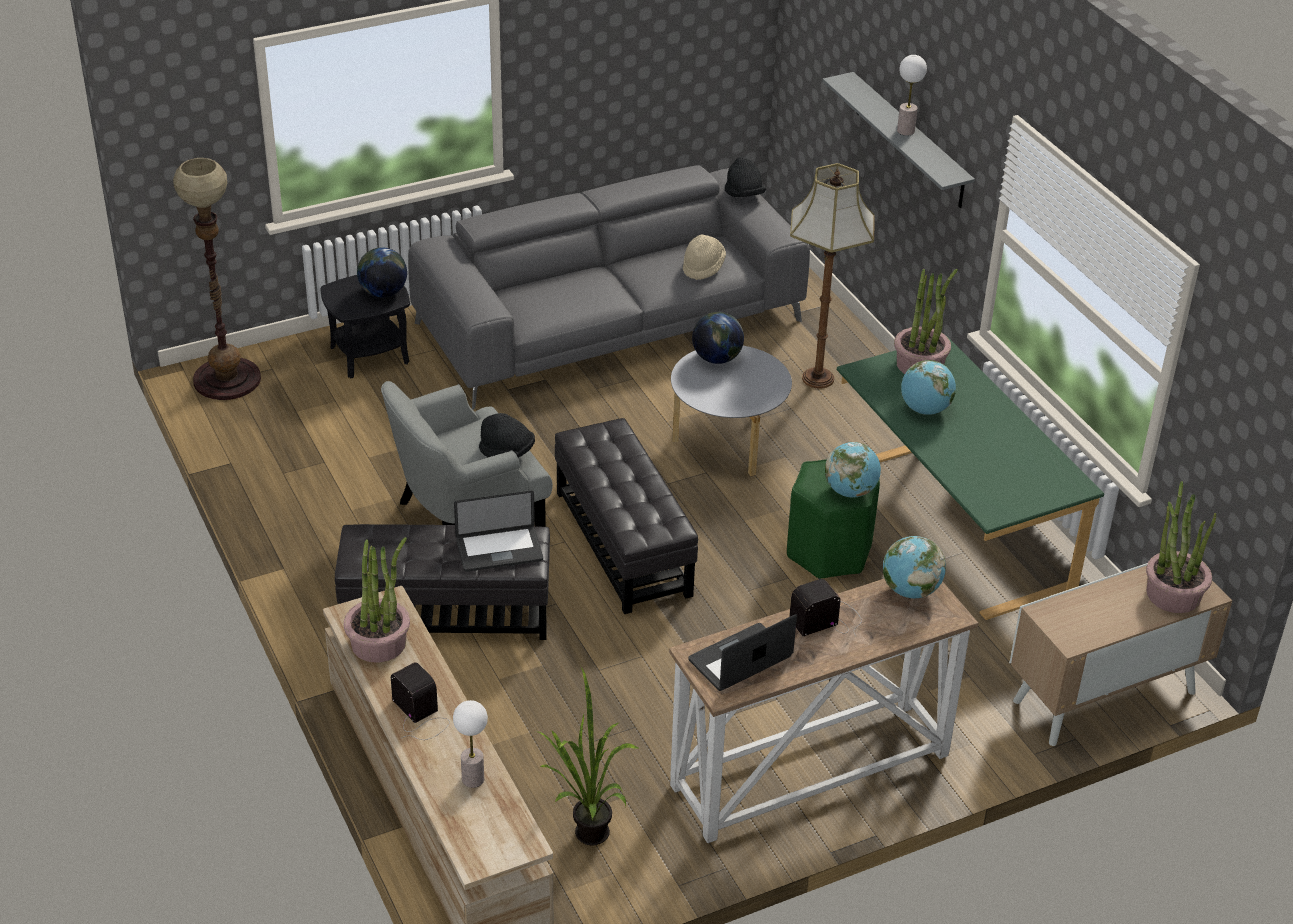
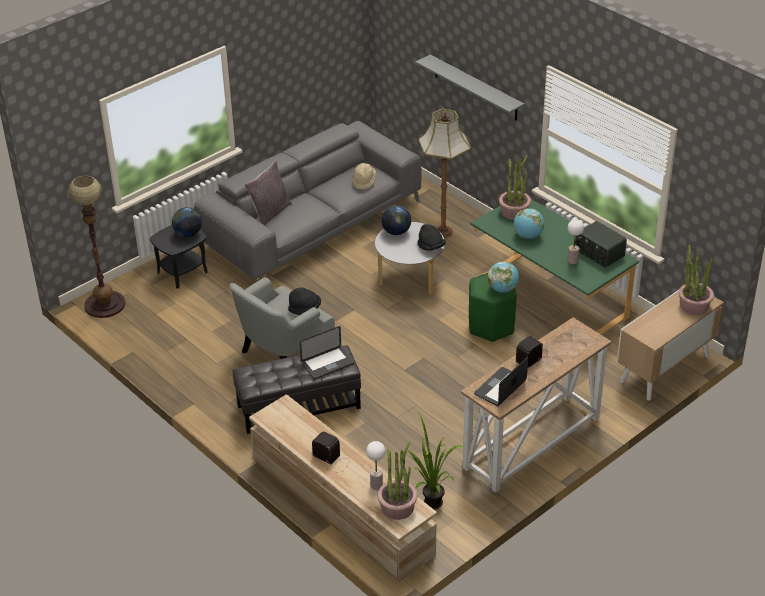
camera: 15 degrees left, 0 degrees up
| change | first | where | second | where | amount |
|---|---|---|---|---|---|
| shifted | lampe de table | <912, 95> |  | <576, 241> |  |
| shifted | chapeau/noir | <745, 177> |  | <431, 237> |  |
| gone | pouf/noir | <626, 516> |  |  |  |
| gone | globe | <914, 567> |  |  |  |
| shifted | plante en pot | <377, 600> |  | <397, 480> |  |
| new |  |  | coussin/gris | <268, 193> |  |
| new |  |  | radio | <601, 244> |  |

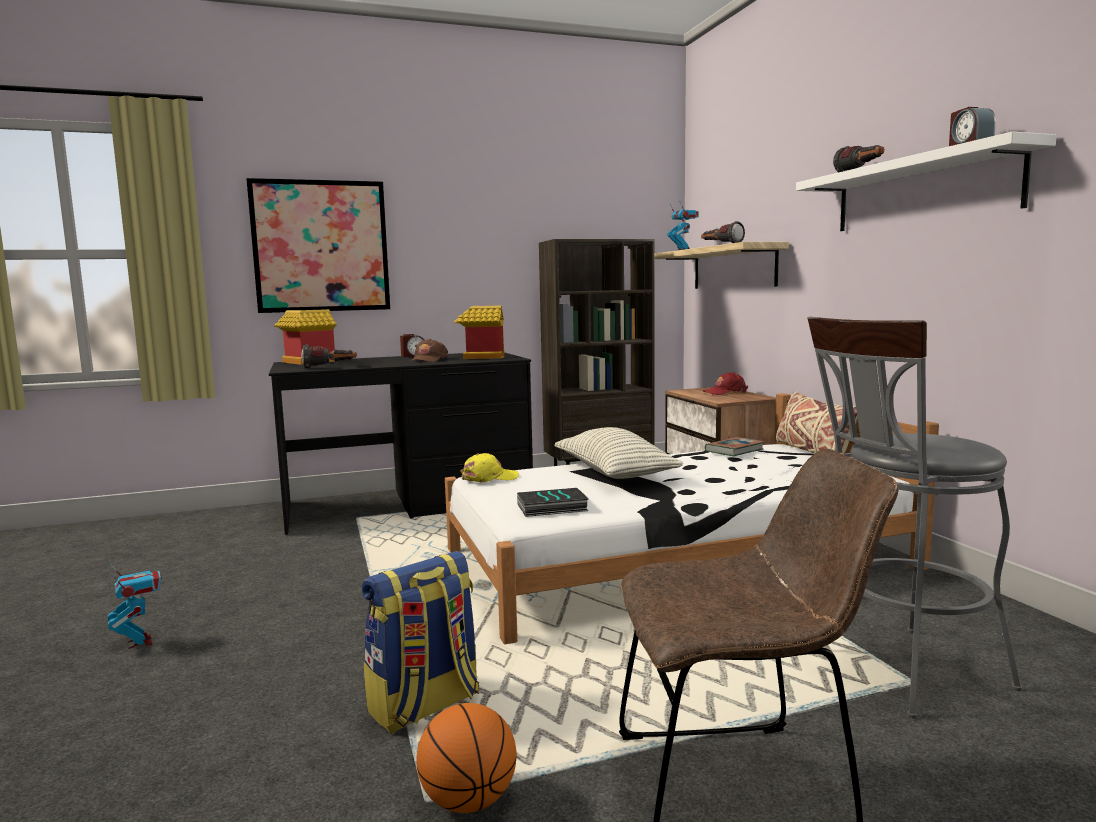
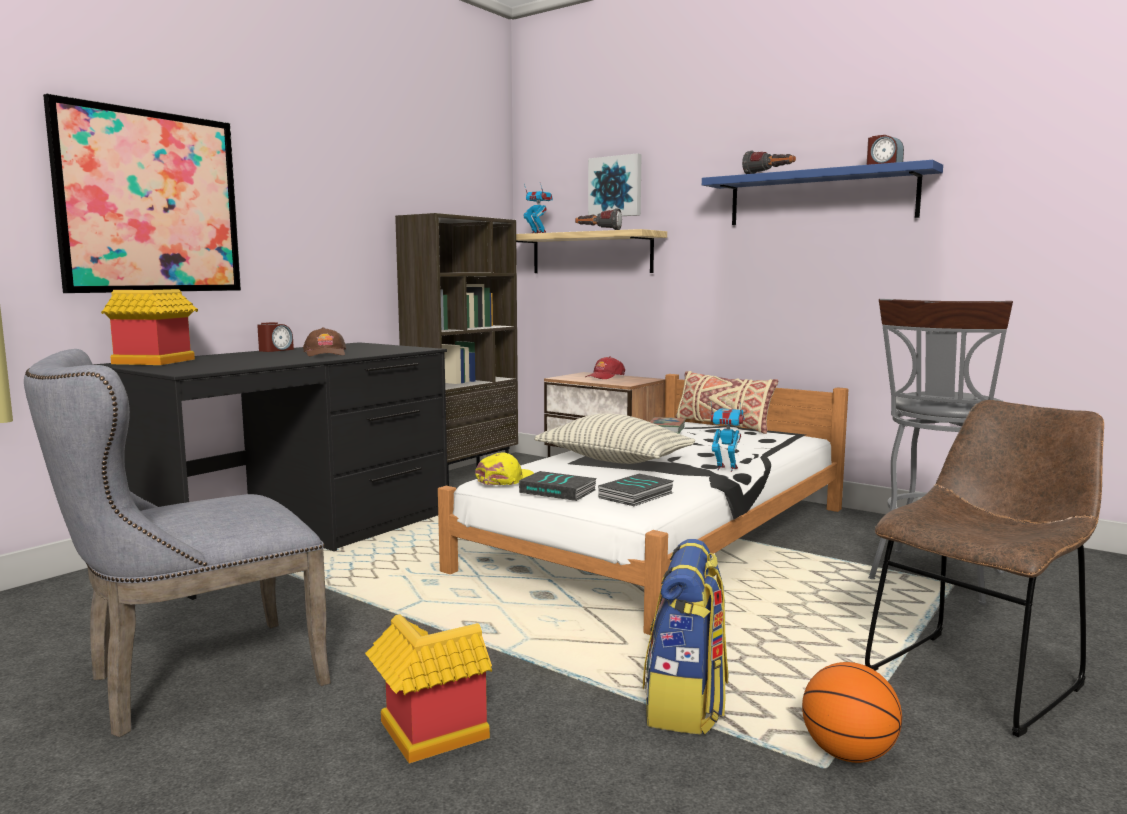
camera: 35 degrees left, 0 degrees up
| change | first | where | second | where | amount |
|---|---|---|---|---|---|
| repainted | étagère/blanc | <926, 181> | étagère/bleu | <822, 192> |  |
| shifted | maison miniature | <479, 332> |  | <428, 689> |  |
| gone | lampe de poche | <329, 356> |  |  |  |
| shifted | robot jouet | <134, 606> |  | <728, 437> |  |
| new |  |  | tableau | <615, 184> |  |
| new |  |  | chaise/gris | <177, 543> |  |
| new |  |  | livre | <558, 486> |  |

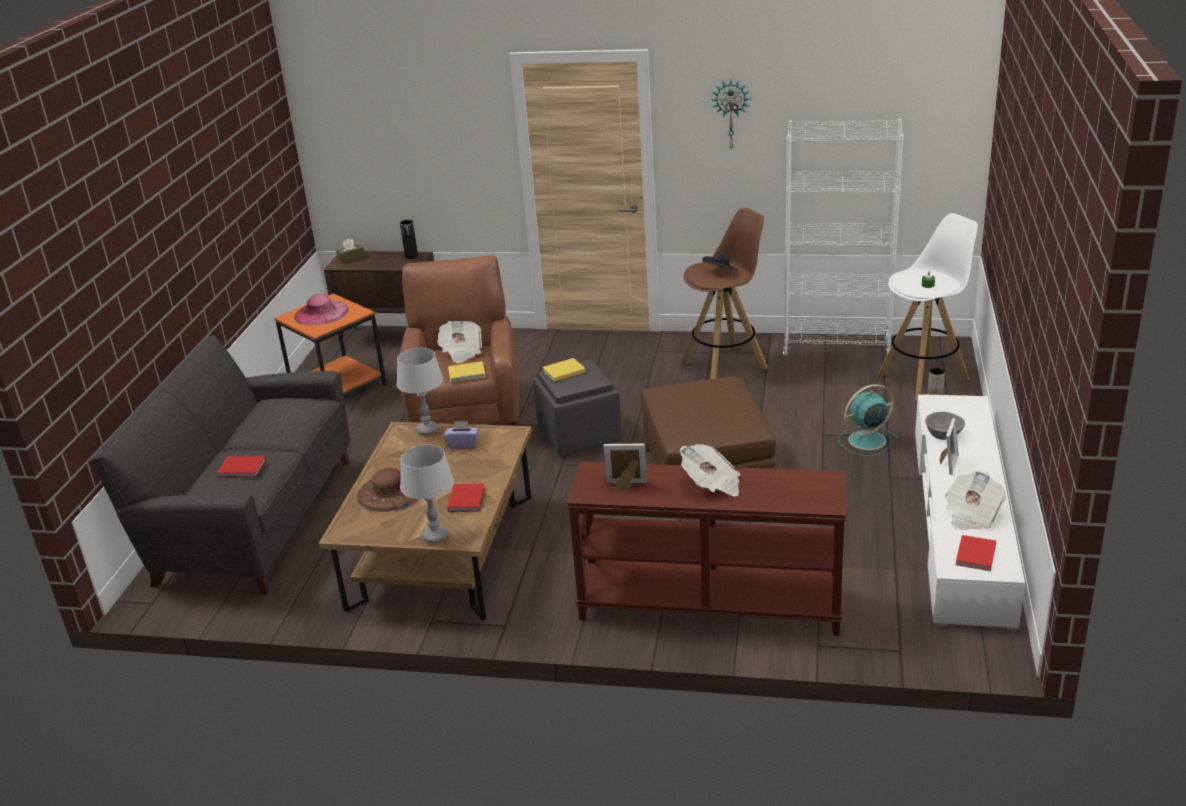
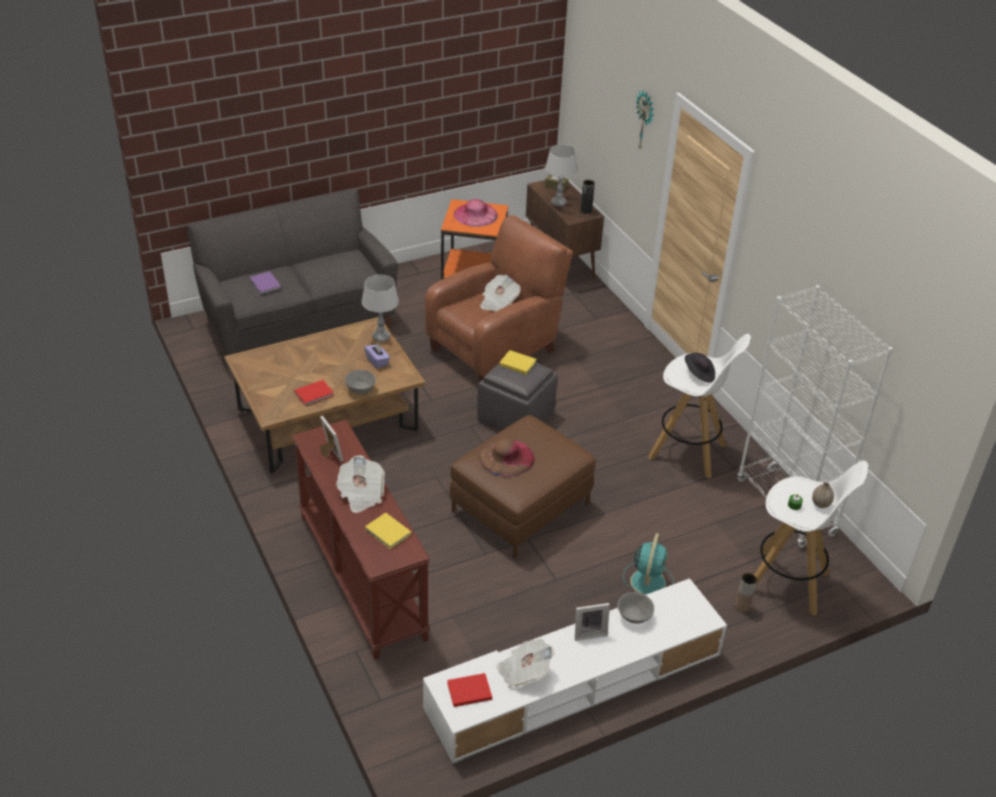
camera: 50 degrees right, 10 degrees up
| change | first | where | second | where | amount |
|---|---|---|---|---|---|
| shifted | horloge murale | <730, 115> |  | <644, 120> |  |
| repainted | tabouret/marron | <724, 293> | tabouret/blanc | <699, 406> |  |
| shifted | livre/jaune | <467, 371> |  | <388, 531> |  |
| rotated | ventilateur/turquoise | <868, 420> |  | <648, 564> | 75 degrees clockwise |
| shifted | lampe de table/gris | <427, 493> |  | <561, 175> |  |
| repainted | livre/rouge | <241, 466> | livre/violet | <265, 282> |  |
| shifted | chapeau/marron | <388, 490> |  | <507, 457> |  |
| new |  |  | bol/gris | <360, 382> |  |
| new |  |  | vase | <823, 495> |  |

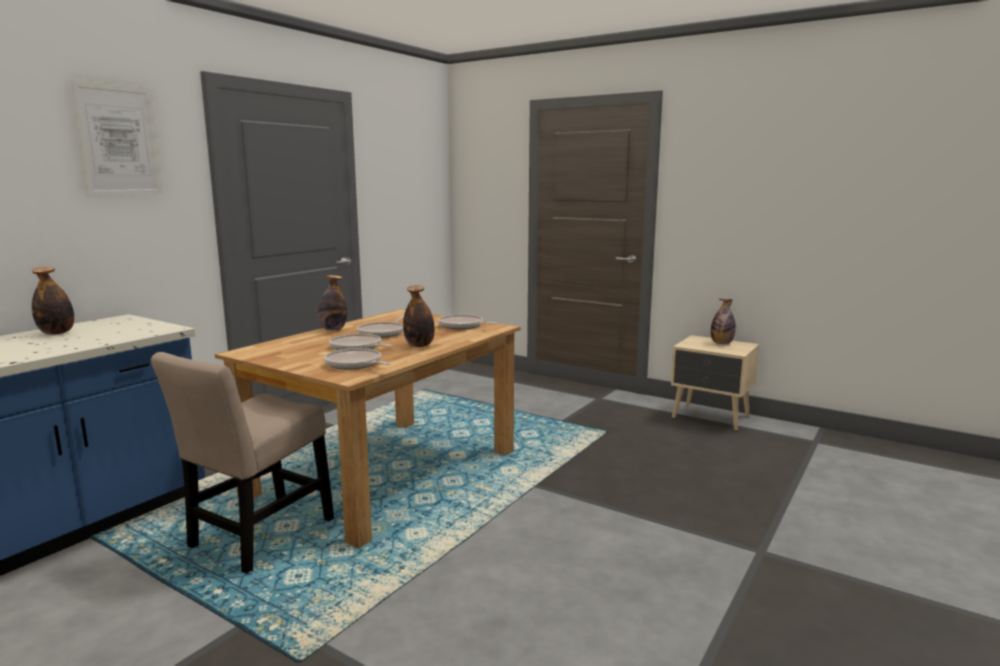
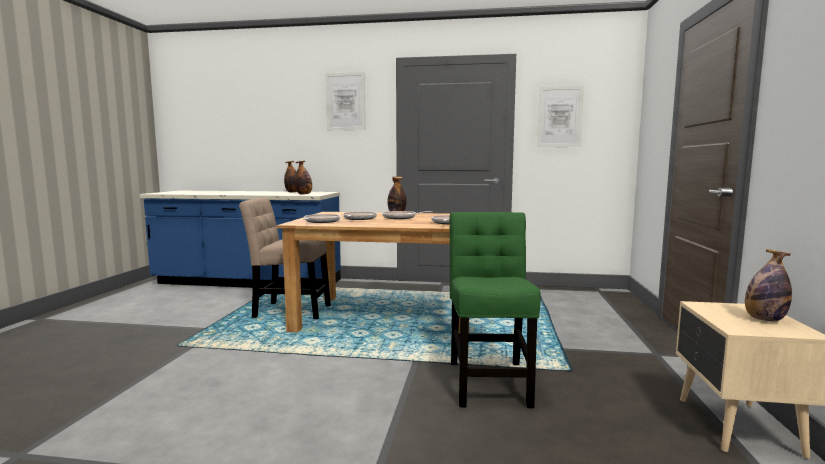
camera: 65 degrees right, 5 degrees down
| change | first | where | second | where | amount |
|---|---|---|---|---|---|
| shifted | bouteille | <419, 316> |  | <303, 178> |  |
| new |  |  | tableau | <560, 116> |  |
| new |  |  | chaise/vert | <495, 310> |  |

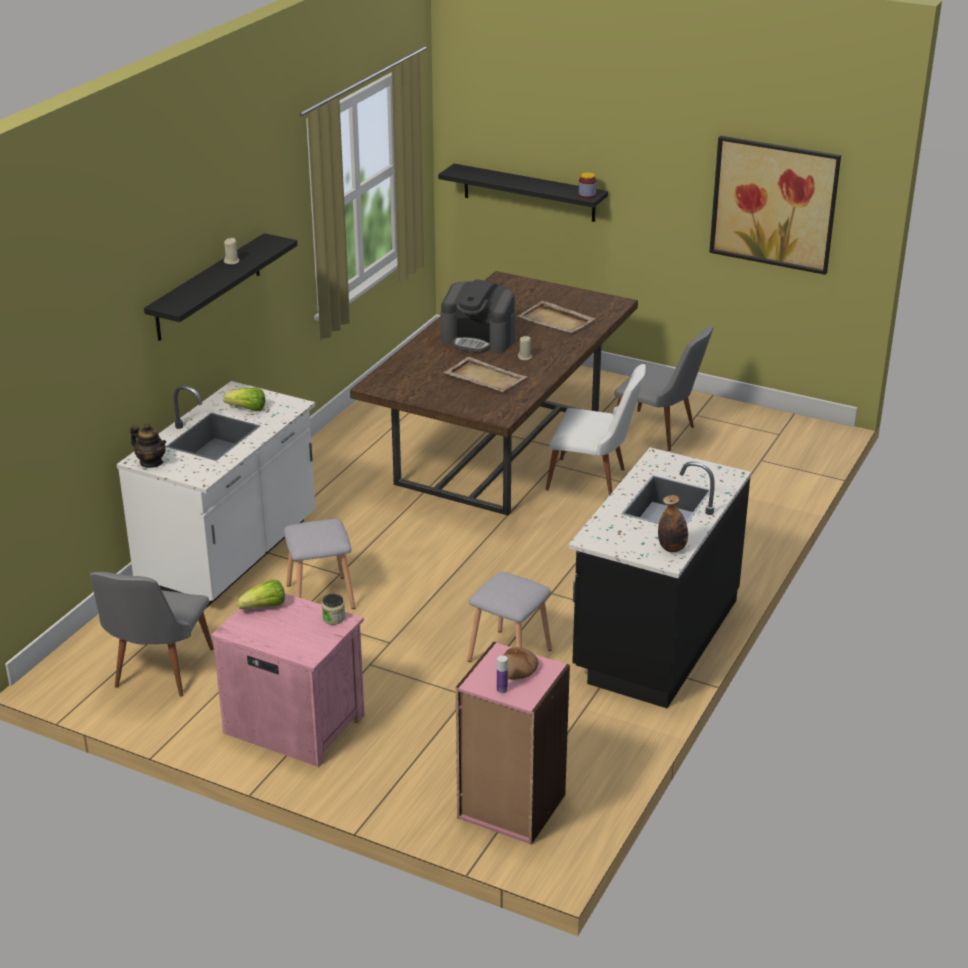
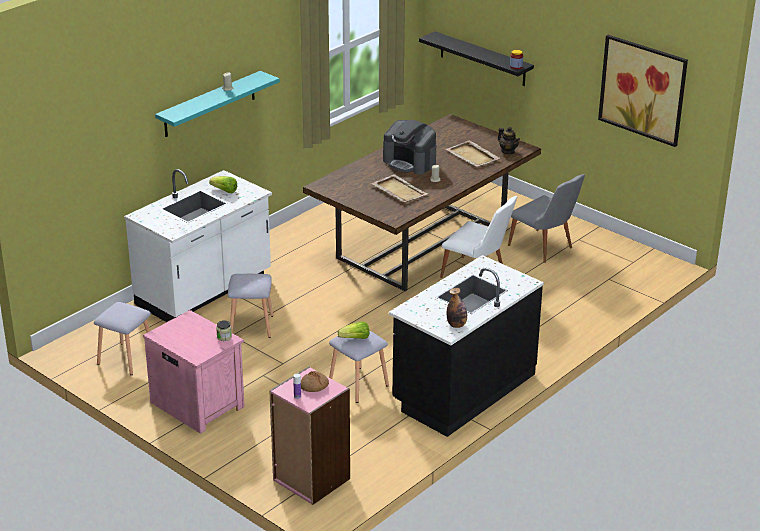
camera: 15 degrees right, 0 degrees up
| change | first | where | second | where | amount |
|---|---|---|---|---|---|
| repainted | étagère/noir | <221, 287> | étagère/turquoise | <217, 104> |  |
| shifted | théière | <148, 445> |  | <509, 140> |  |
| swapped | chaise/gris | <152, 634> | tabouret/gris | <122, 338> |  |
| shifted | laitue | <261, 594> |  | <353, 330> |  |

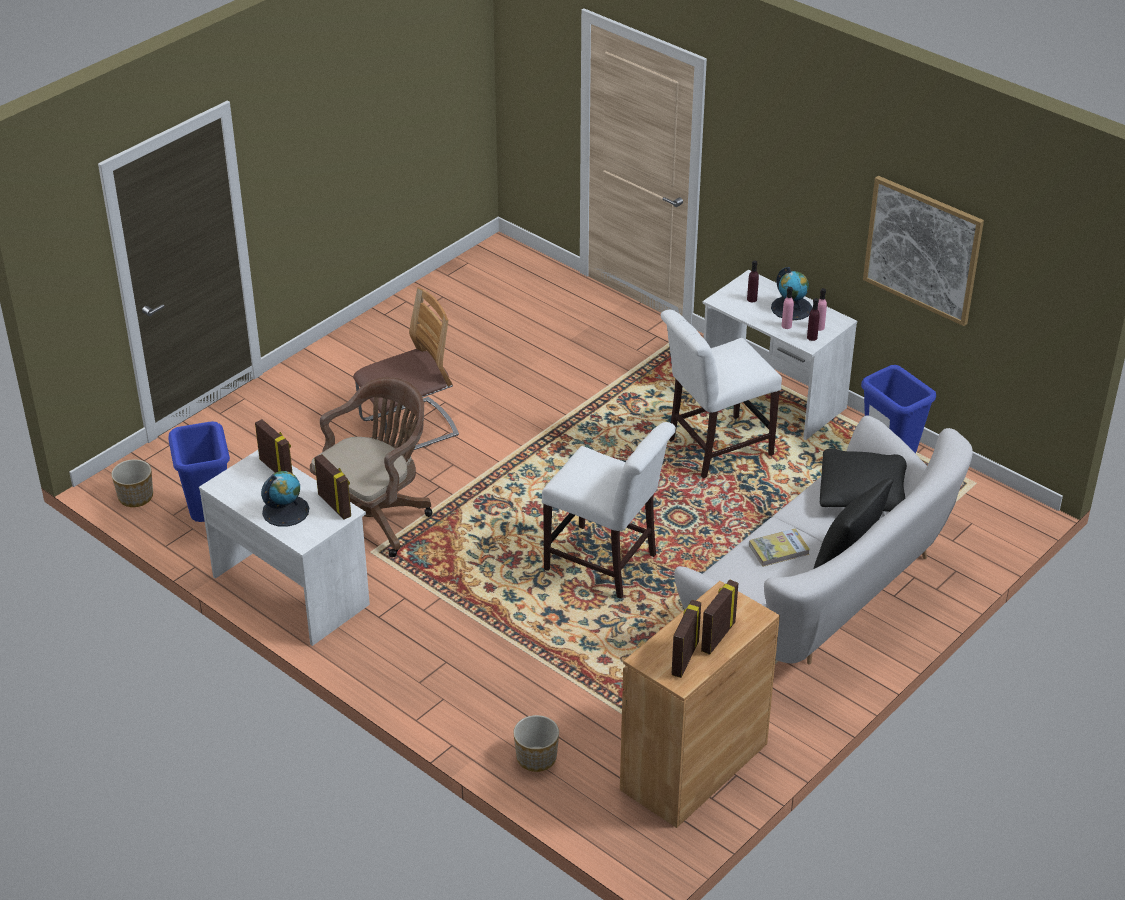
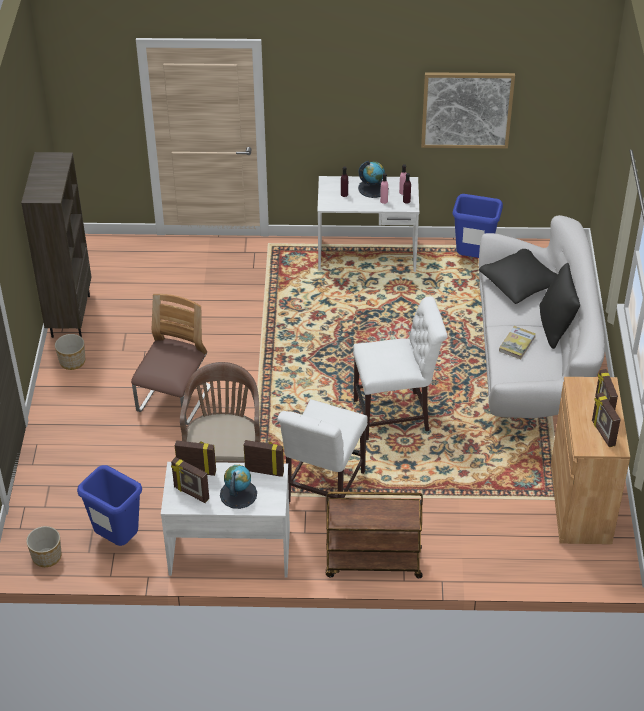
camera: 40 degrees left, 5 degrees up
| change | first | where | second | where | amount |
|---|---|---|---|---|---|
| shifted | chaise/blanc | <721, 394> |  | <322, 451> |  |
| shifted | cache-pot | <536, 743> |  | <70, 352> |  |
| new |  |  | bibliothèque/marron | <56, 245> |  |
| new |  |  | cadre photo | <190, 480> |  |
| new |  |  | chariot/marron | <374, 535> |  |

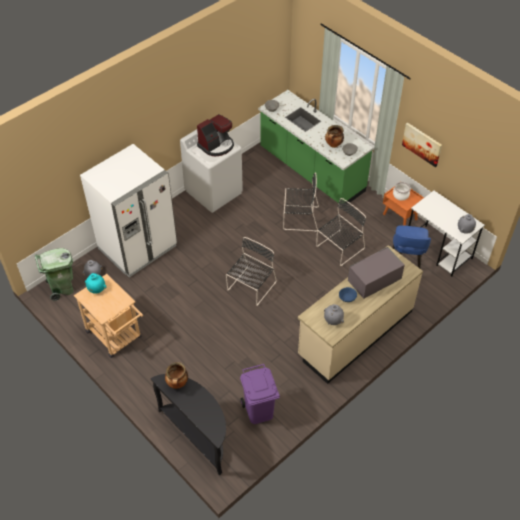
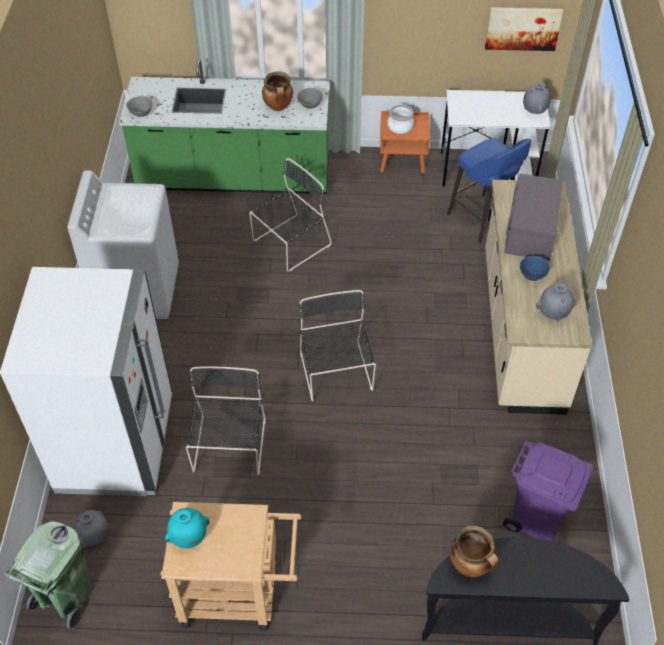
camera: 45 degrees left, 0 degrees up
| change | first | where | second | where | amount |
|---|---|---|---|---|---|
| gone | machine à café | <215, 135> |  |  |  |
| shifted | tableau | <422, 145> |  | <524, 29> |  |
| shifted | chaise/noir | <341, 232> |  | <226, 421> |  |

